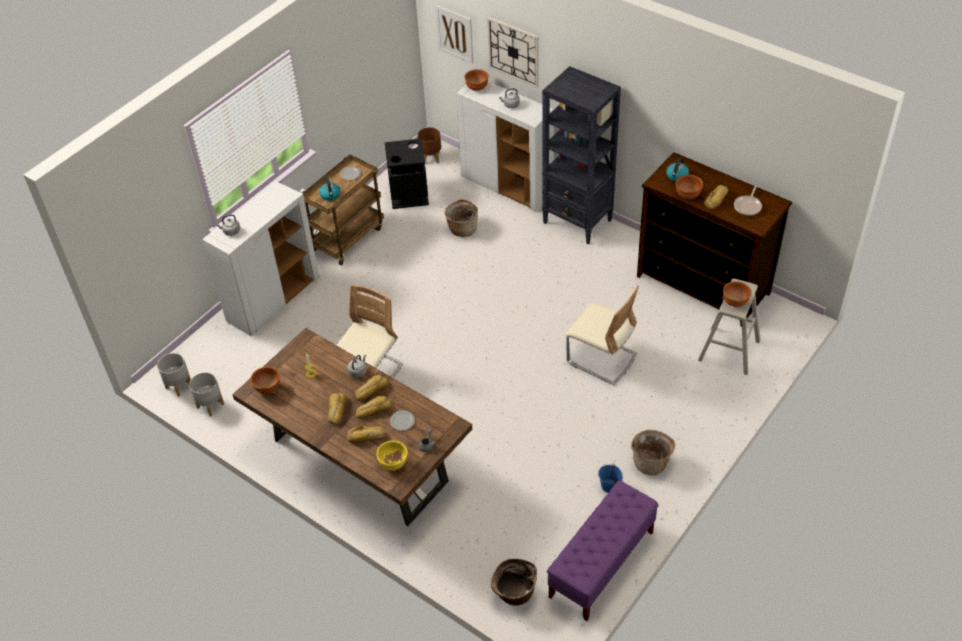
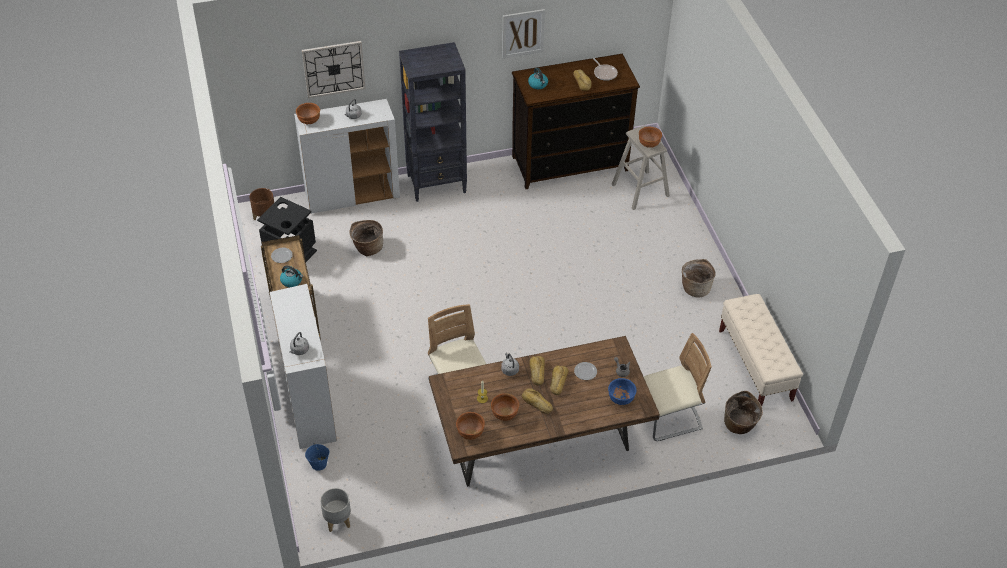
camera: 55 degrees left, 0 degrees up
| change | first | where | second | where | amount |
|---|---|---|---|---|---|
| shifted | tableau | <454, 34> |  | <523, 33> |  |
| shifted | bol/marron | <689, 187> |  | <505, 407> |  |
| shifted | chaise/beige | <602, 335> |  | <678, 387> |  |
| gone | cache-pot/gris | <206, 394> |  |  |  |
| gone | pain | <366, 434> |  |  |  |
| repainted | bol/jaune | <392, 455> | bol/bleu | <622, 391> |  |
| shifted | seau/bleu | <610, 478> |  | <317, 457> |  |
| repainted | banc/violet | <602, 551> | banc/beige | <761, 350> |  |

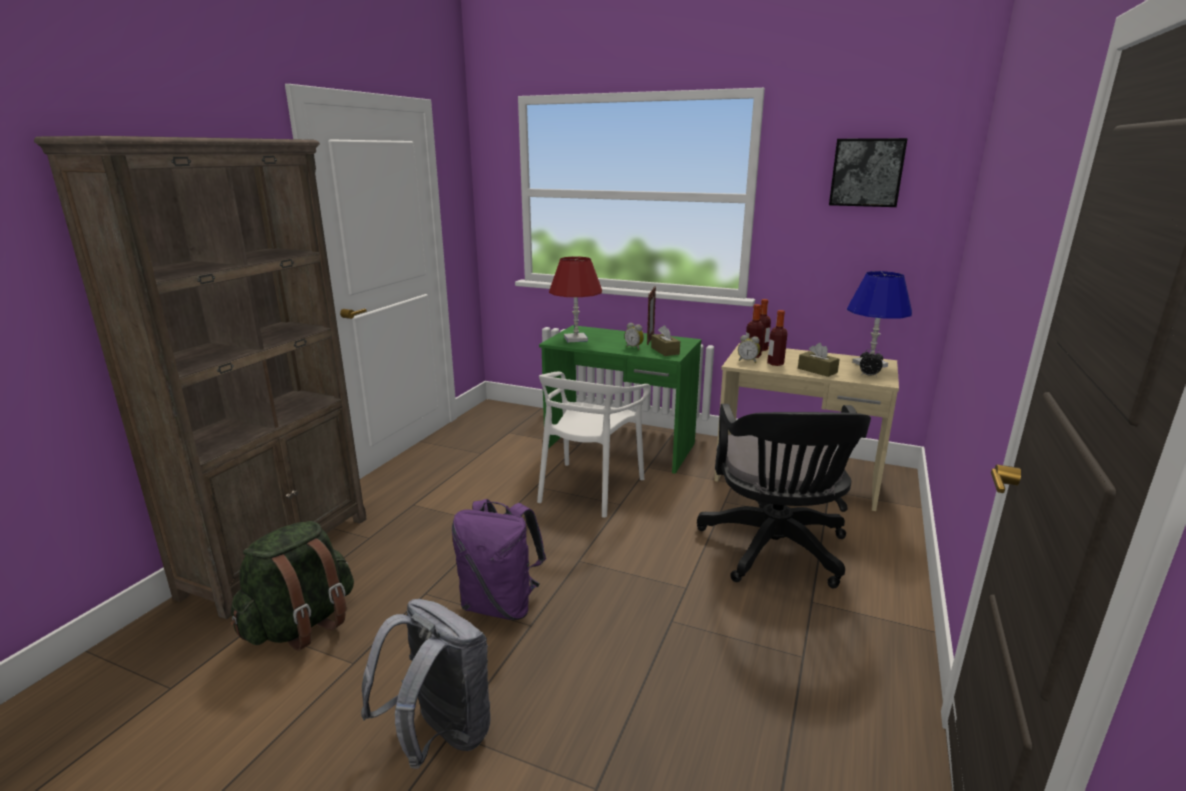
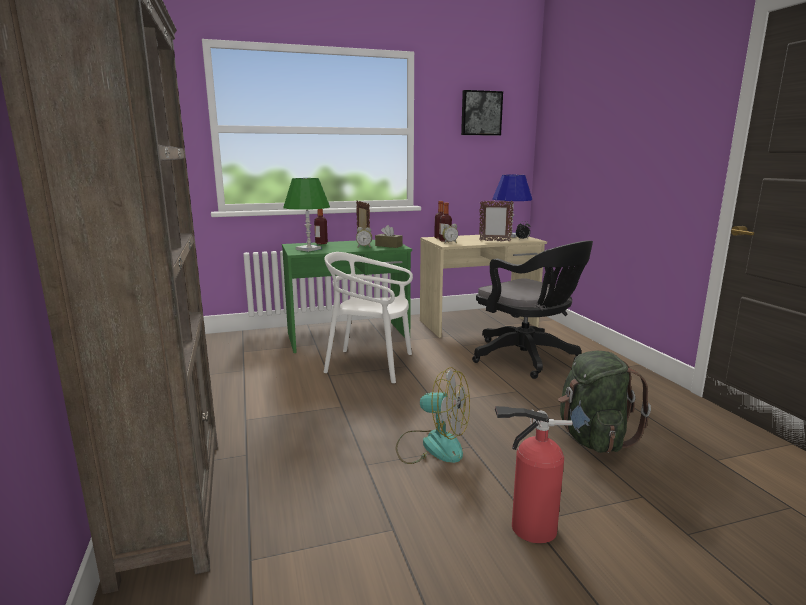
camera: 40 degrees left, 5 degrees down
| change | first | where | second | where | amount |
|---|---|---|---|---|---|
| repainted | lampe de table/rouge | <575, 300> | lampe de table/vert | <306, 215> |  |
| shifted | bouteille | <777, 338> |  | <321, 226> |  |
| swapped | boîte à mouchoirs/marron | <819, 360> | cadre photo | <496, 221> |  |
| rotated | chaise/blanc | <593, 445> |  | <368, 318> | 120 degrees clockwise |
| swapped | sac à dos/violet | <499, 559> | ventilateur | <433, 415> |  |
| shifted | sac à dos/vert | <292, 586> |  | <604, 402> |  |
| swapped | sac à dos/gris | <426, 684> | extincteur | <534, 475> |  |

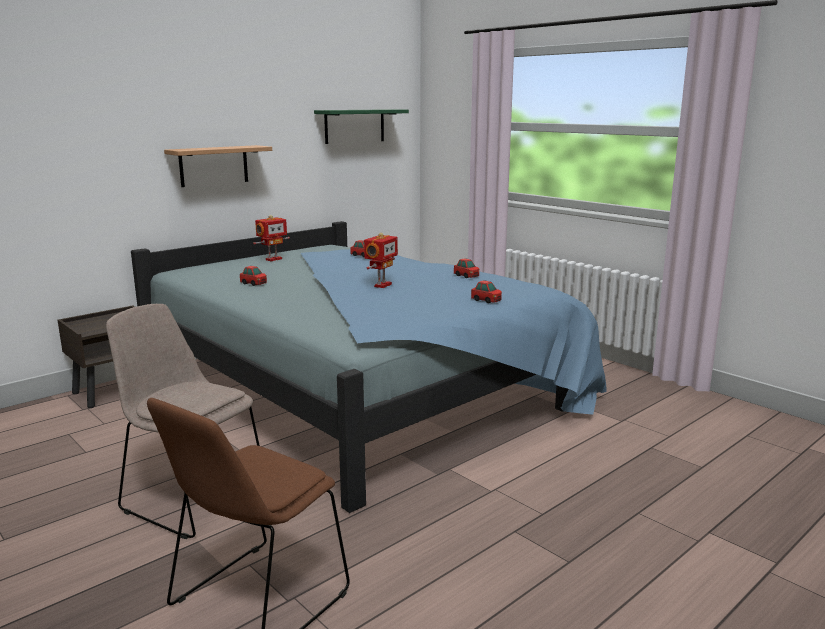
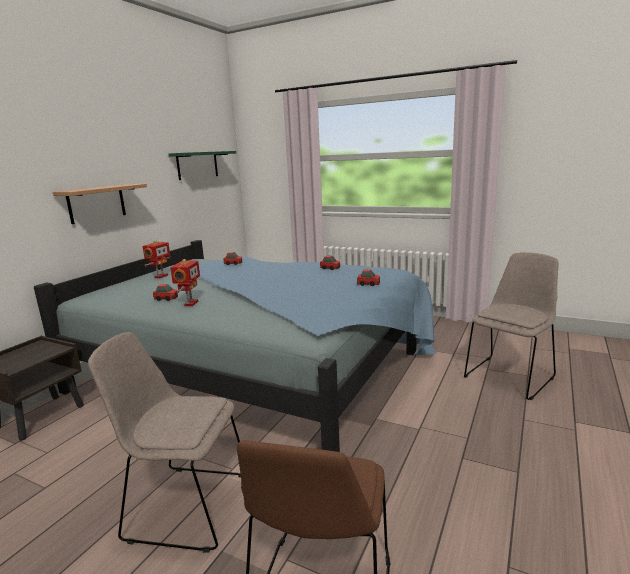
camera: 20 degrees left, 0 degrees up
| change | first | where | second | where | amount |
|---|---|---|---|---|---|
| shifted | robot jouet | <381, 260> |  | <185, 282> |  |
| new |  |  | chaise/beige | <511, 326> |  |

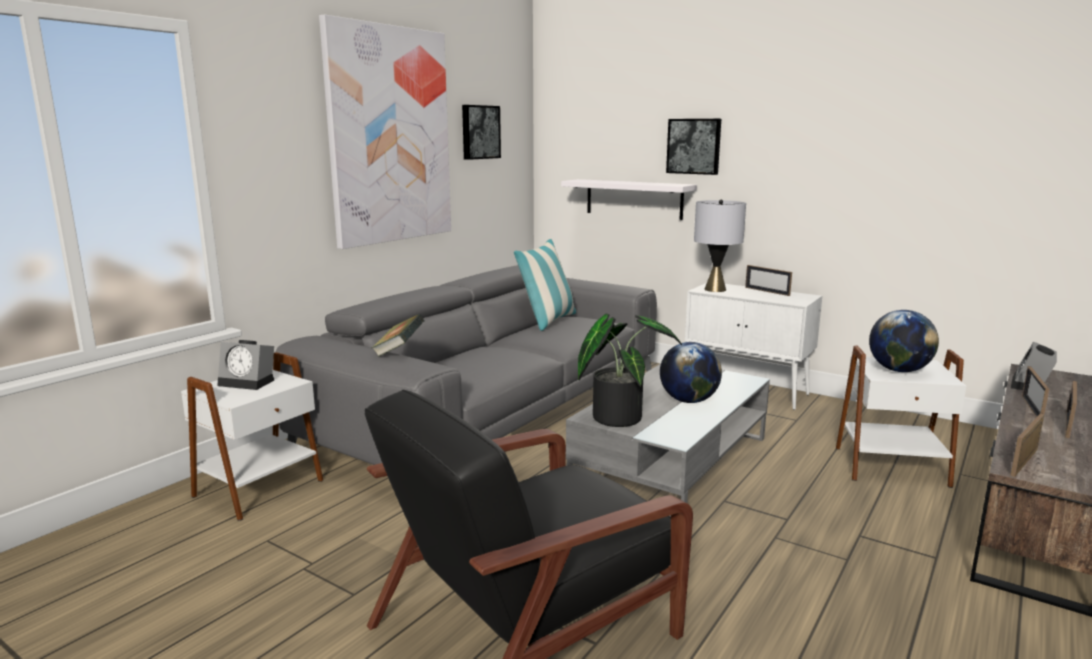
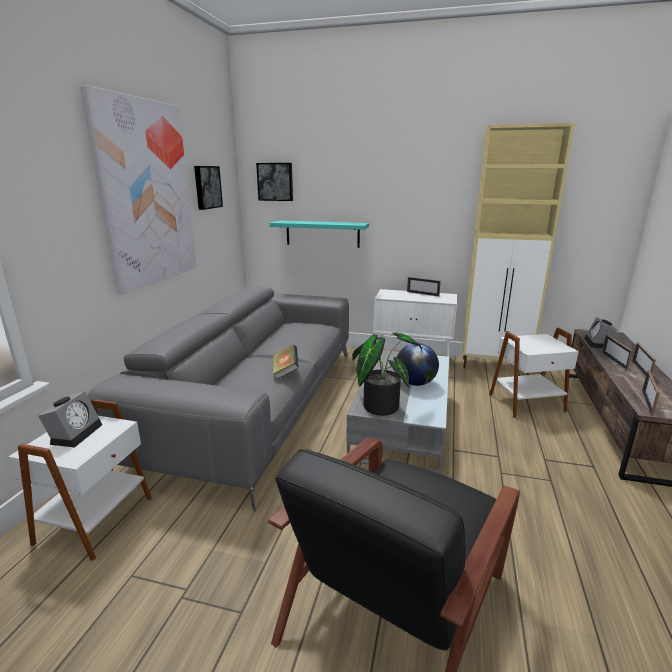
camera: 20 degrees left, 5 degrees up
| change | first | where | second | where | amount |
|---|---|---|---|---|---|
| shifted | tableau | <693, 147> |  | <274, 182> |  |
| repainted | étagère/blanc | <629, 199> | étagère/turquoise | <319, 234> |  |
| gone | lampe de table/gris | <720, 245> |  |  |  |
| gone | coussin | <545, 285> |  |  |  |
| gone | globe | <904, 341> |  |  |  |
| shifted | livre | <397, 335> |  | <286, 362> |  |
| rotated | réveil | <245, 365> |  | <70, 419> | 75 degrees counterclockwise |
| new |  |  | meuble de rangement/beige | <519, 249> |  |

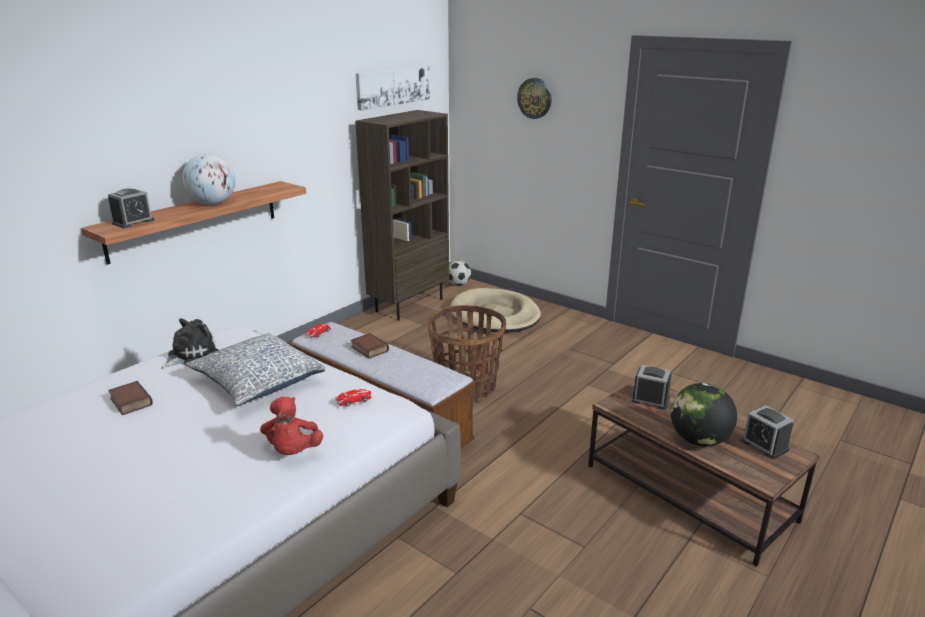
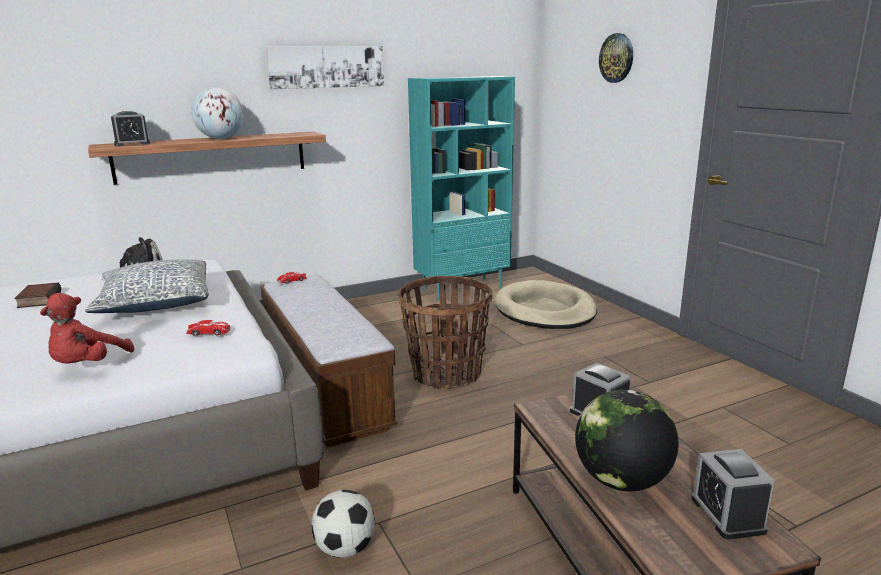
camera: 25 degrees right, 5 degrees down
| change | first | where | second | where | amount |
|---|---|---|---|---|---|
| shifted | tableau | <393, 88> |  | <325, 67> |  |
| repainted | bibliothèque/marron | <402, 215> | bibliothèque/turquoise | <461, 188> |  |
| shifted | ballon de foot | <460, 273> |  | <343, 524> |  |
| gone | livre | <370, 346> |  |  |  |

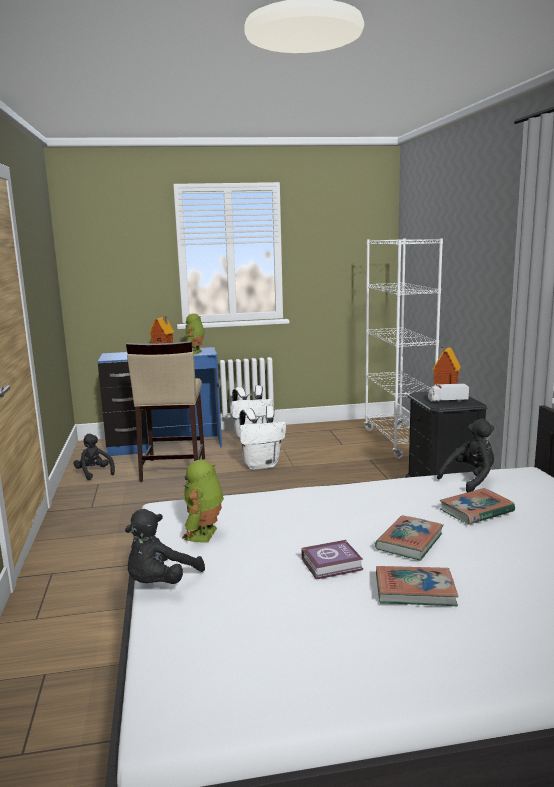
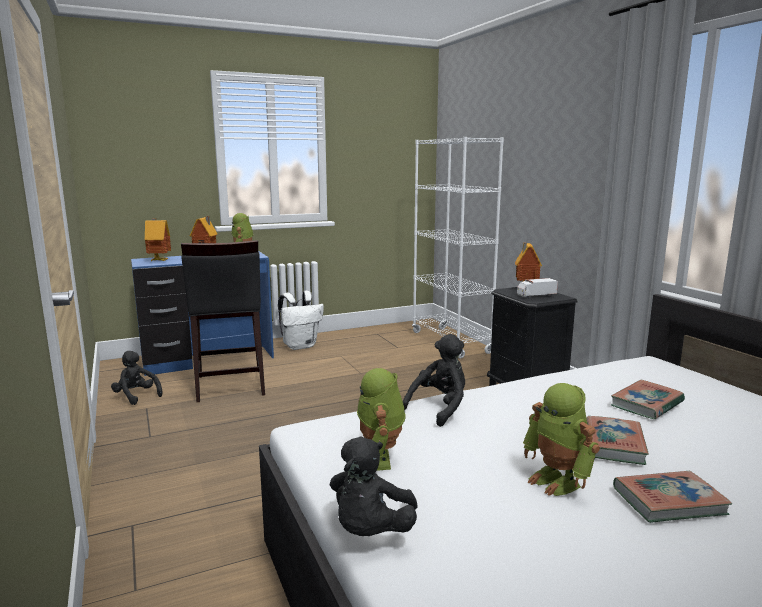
camera: 15 degrees left, 0 degrees up
| change | first | where | second | where | amount |
|---|---|---|---|---|---|
| repainted | tabouret/beige | <165, 411> | tabouret/noir | <223, 321> |  |
| gone | sac à dos/blanc | <262, 438> |  |  |  |
| shifted | peluche/noir | <466, 455> |  | <434, 380> |  |
| swapped | livre | <332, 560> | robot jouet | <561, 439> |  |
| new |  |  | maison miniature | <158, 240> |  |

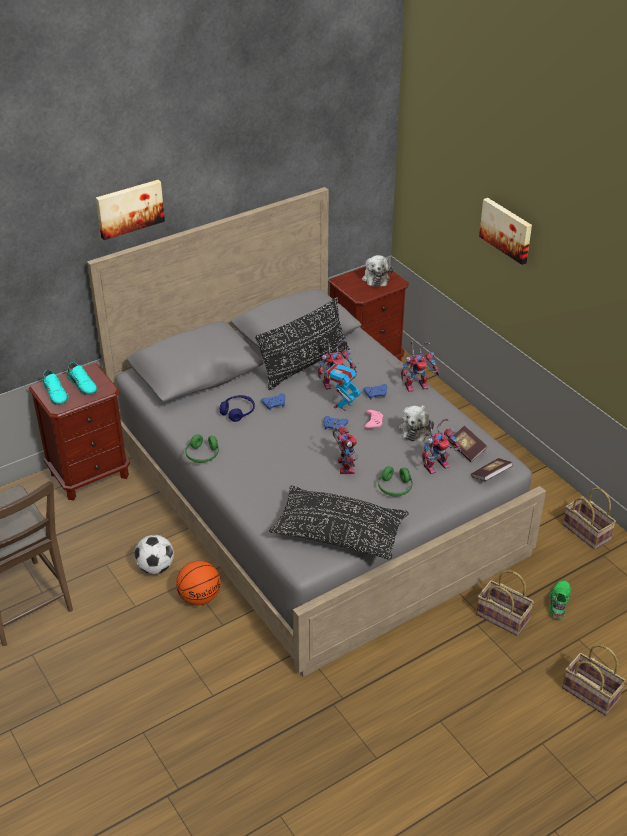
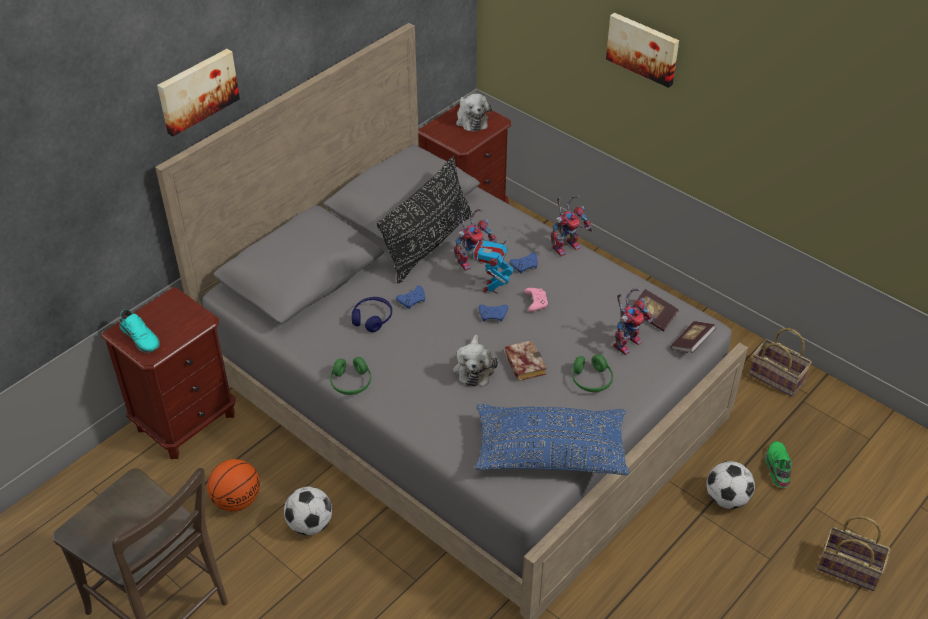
camera: 15 degrees left, 5 degrees up
| change | first | where | second | where | amount |
|---|---|---|---|---|---|
| gone | chaussure/turquoise | <82, 378> |  |  |  |
| shifted | peluche | <416, 424> |  | <475, 360> |  |
| swapped | robot jouet | <345, 446> | livre | <525, 361> |  |
| repainted | coussin/noir | <339, 523> | coussin/bleu | <552, 439> |  |
| shifted | ballon de basket | <198, 583> |  | <233, 485> |  |
| swapped | panier | <505, 603> | ballon de foot | <731, 485> |  |

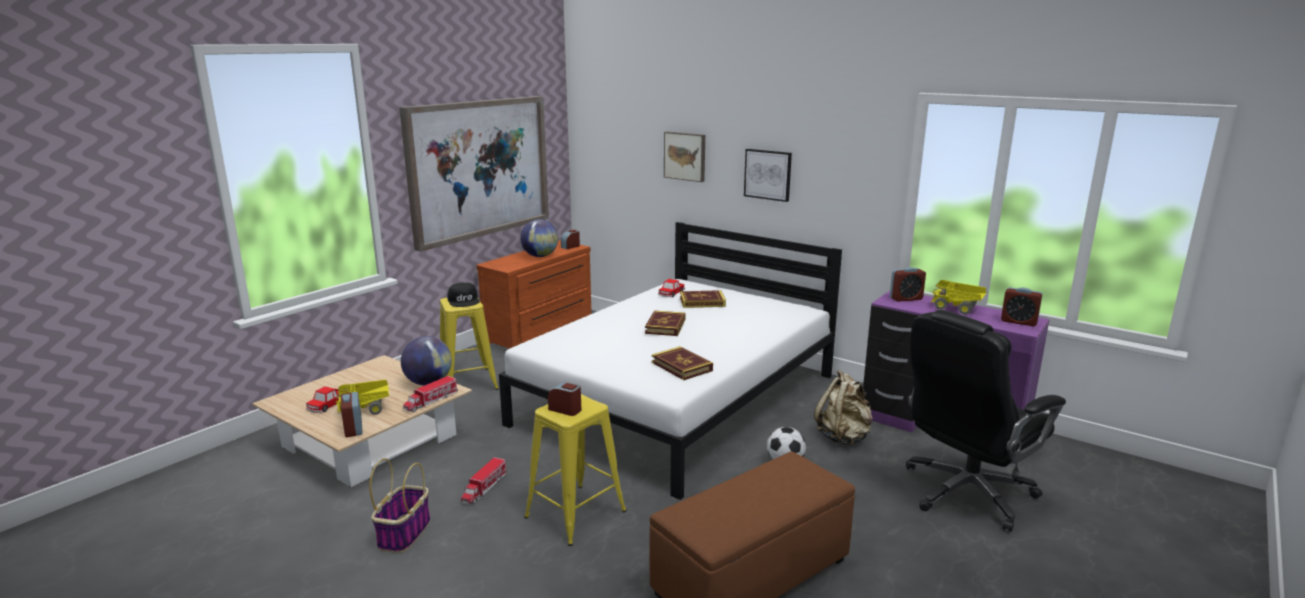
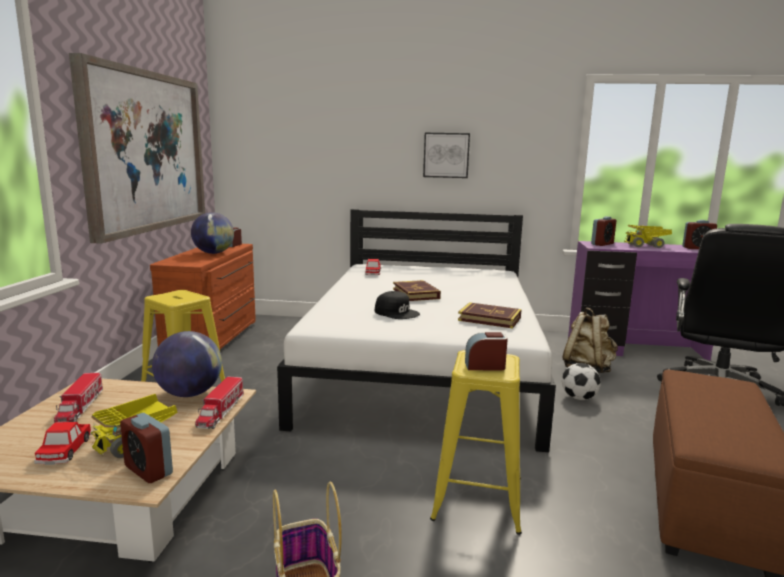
camera: 30 degrees left, 5 degrees down
| change | first | where | second | where | amount |
|---|---|---|---|---|---|
| gone | tableau | <684, 157> |  |  |  |
| shifted | casquette/noir | <463, 294> |  | <397, 305> |  |
| gone | livre | <703, 299> |  |  |  |
| shifted | camion jouet | <484, 480> |  | <78, 398> |  |

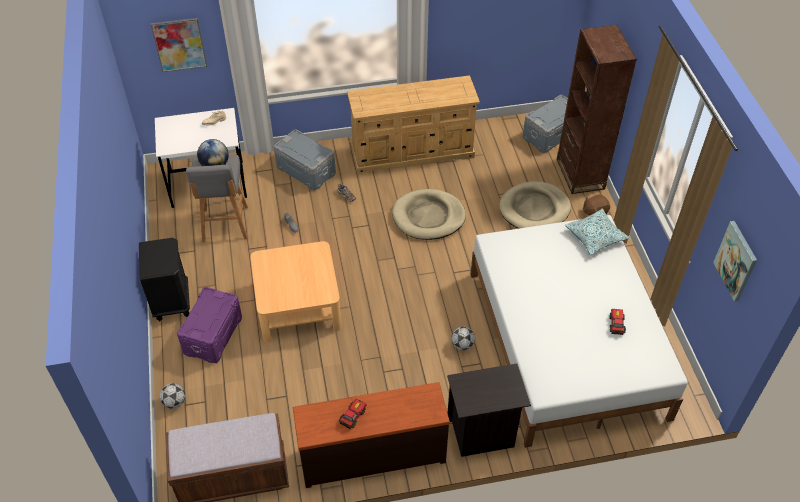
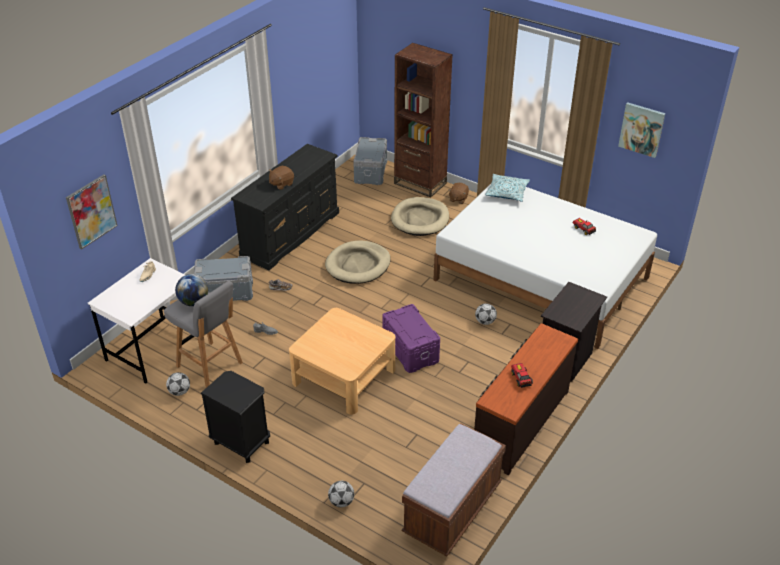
camera: 45 degrees left, 10 degrees down
| change | first | where | second | where | amount |
|---|---|---|---|---|---|
| repainted | commode/beige | <413, 124> | commode/noir | <285, 207> |  |
| shifted | boîte de rangement/violet | <209, 325> |  | <411, 338> |  |
| new |  |  | peluche/marron | <281, 178> |  |
| new |  |  | ballon de foot | <178, 384> |  |

